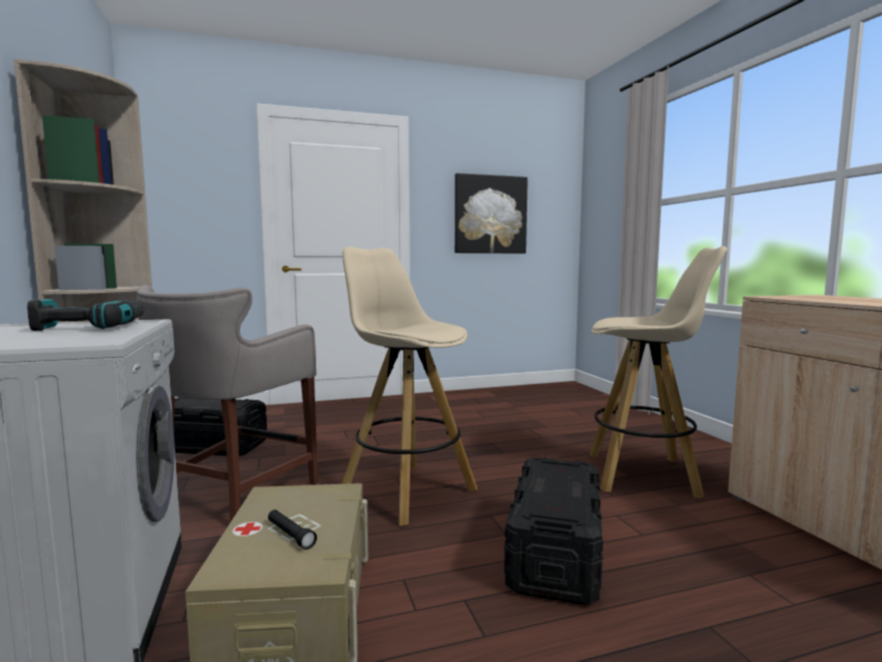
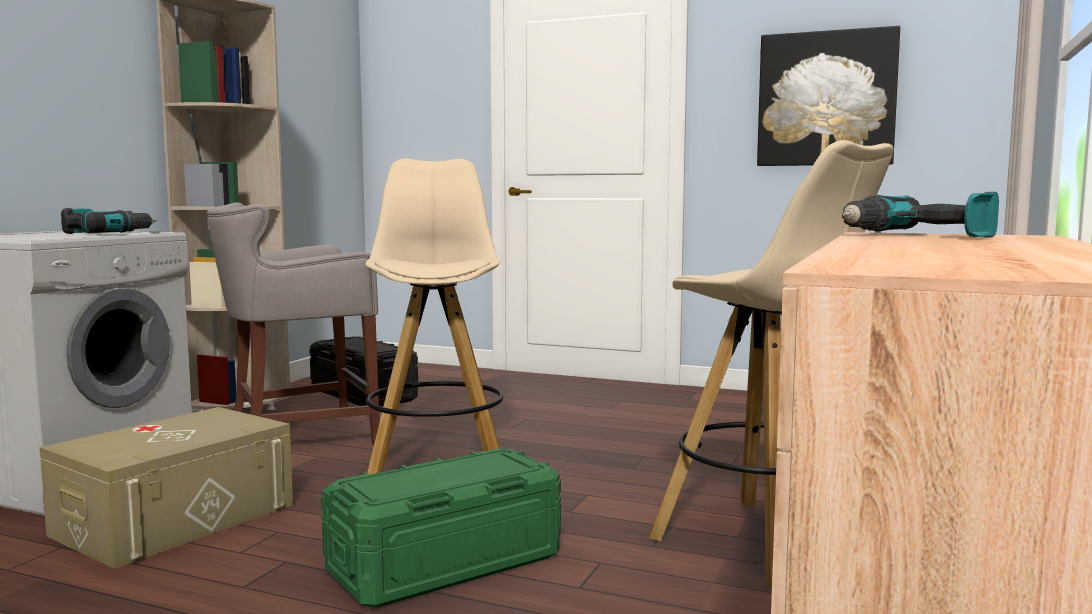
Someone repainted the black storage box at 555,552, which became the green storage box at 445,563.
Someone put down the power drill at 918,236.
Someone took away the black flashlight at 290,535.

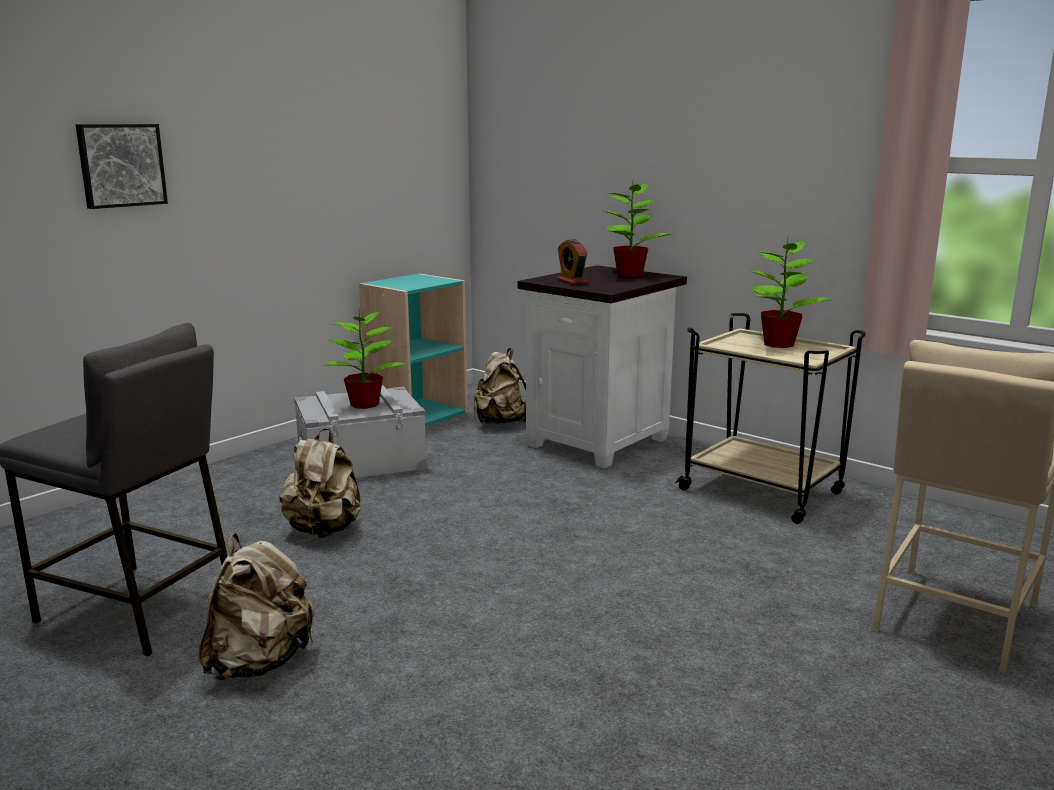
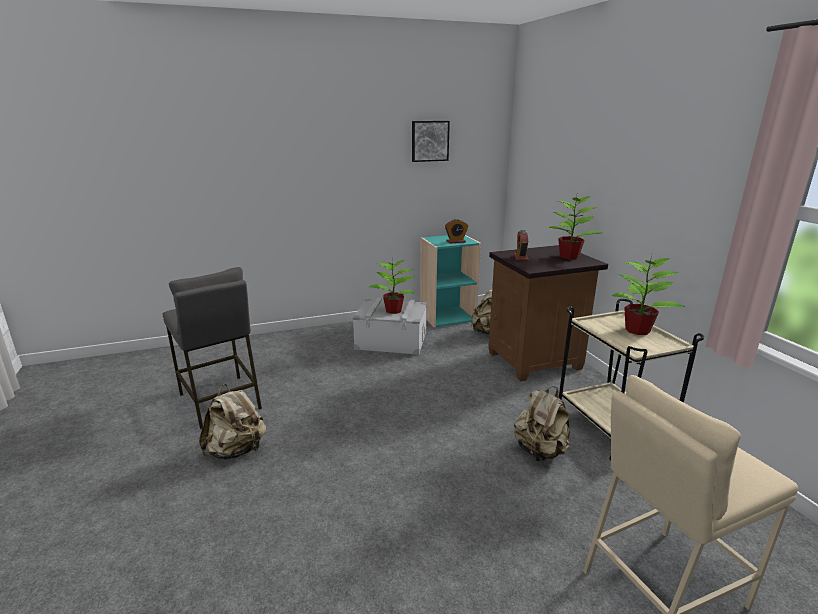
Someone carried the picture from 121,165 to 429,141.
Someone put down the alarm clock at 456,241.
Someone repainted the white cabinet at 600,441, which became the brown cabinet at 536,360.
Someone carried the beige backpack from 324,530 to 540,451.

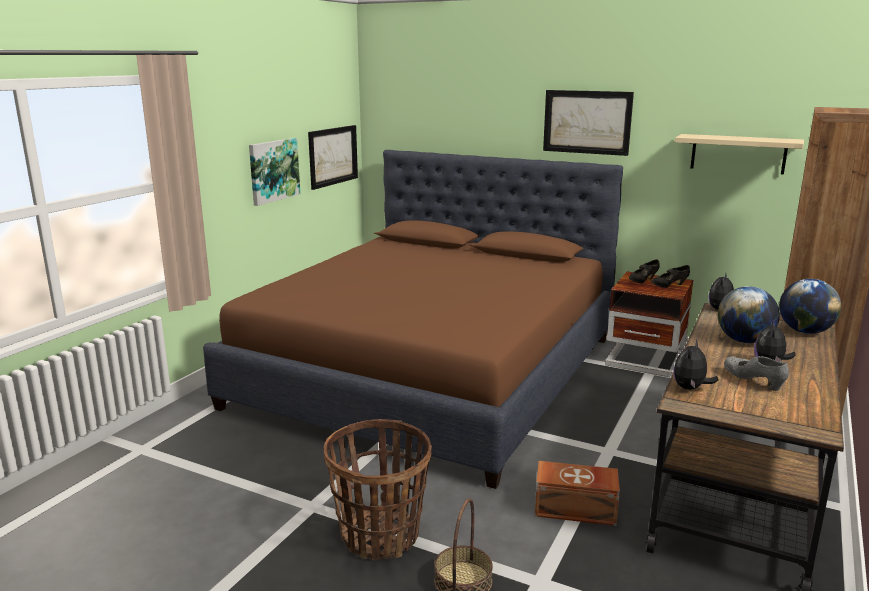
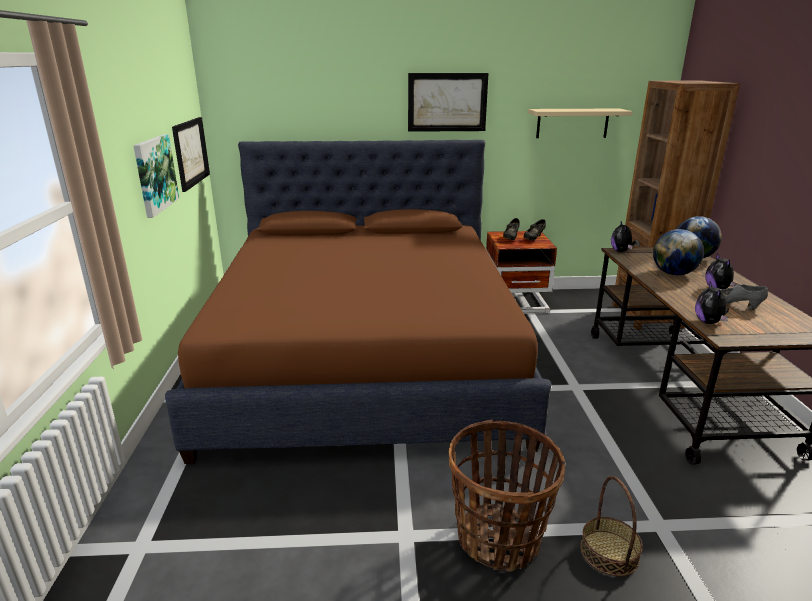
Someone took away the brown storage box at 576,510.

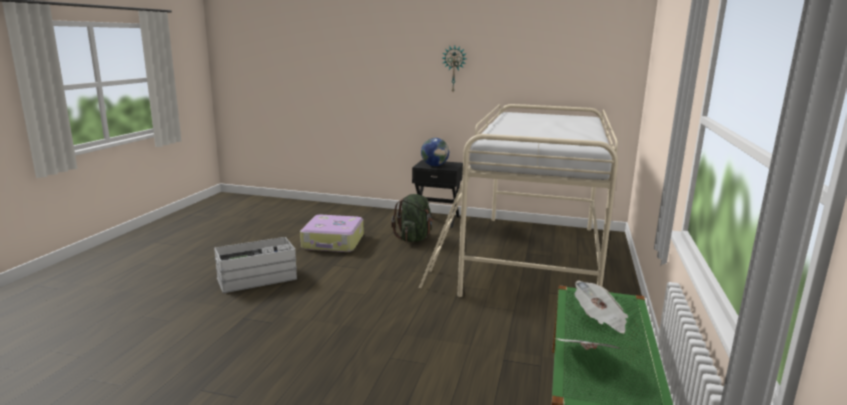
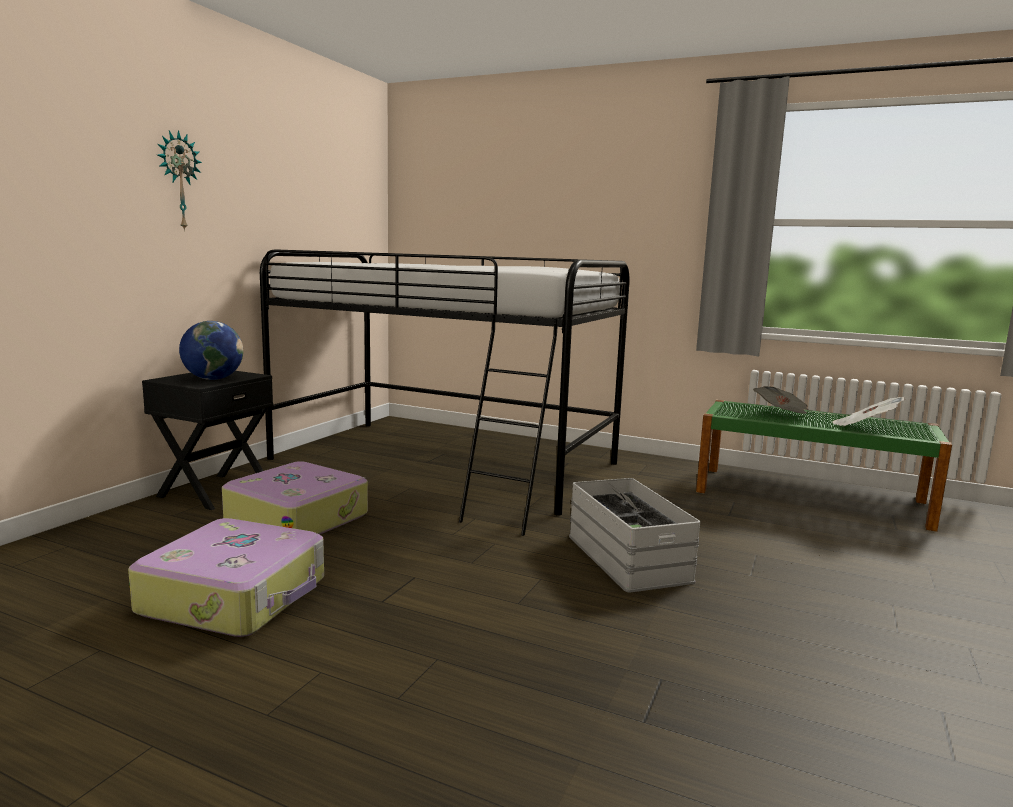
Someone swapped the green backpack at 414,238 for the suitcase at 298,517.
Someone repainted the beige bed at 531,258, which became the black bed at 446,463.
Someone carried the grey storage box from 257,278 to 626,557.

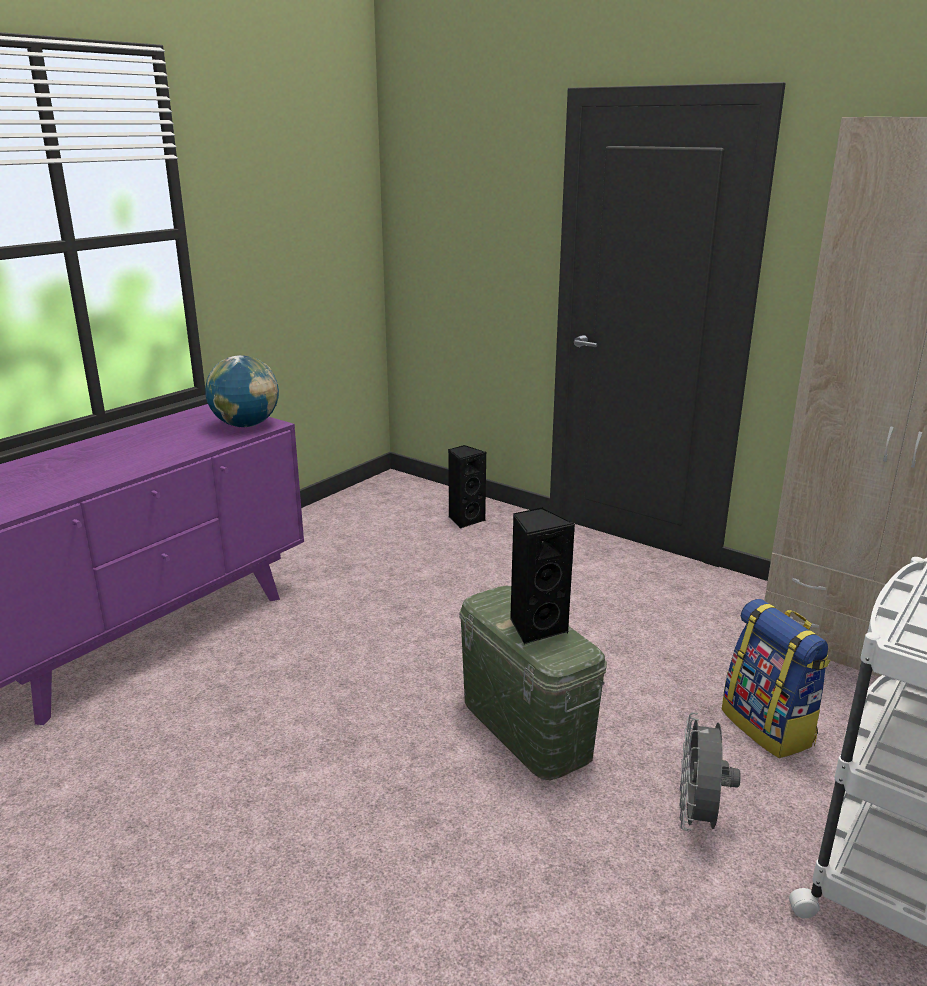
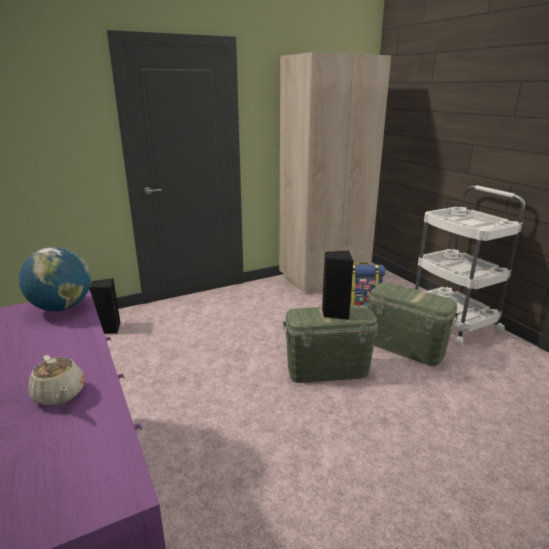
Someone put down the beige teapot at 59,394.
Someone swapped the grey fan at 698,818 for the green storage box at 406,347.

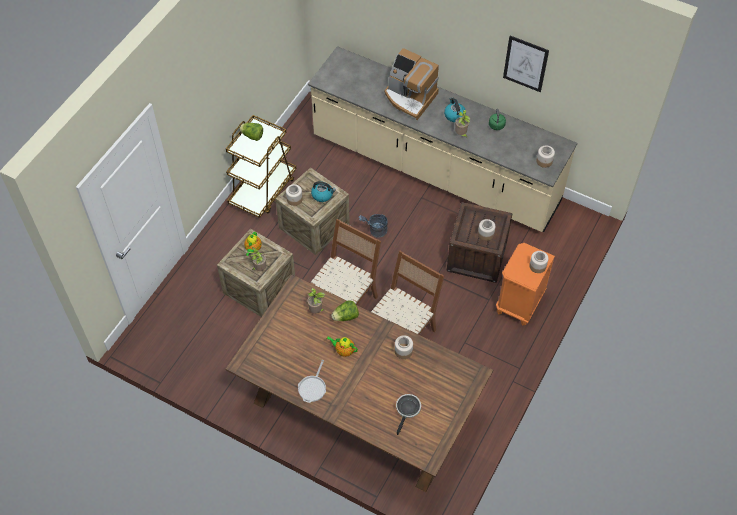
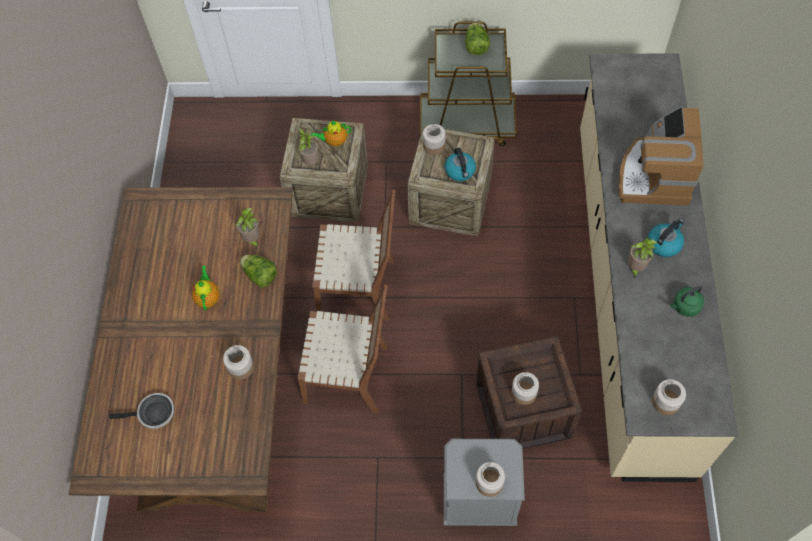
Someone repainted the orange nightstand at 519,304, which became the grey nightstand at 478,502.
Someone took away the frying pan at 313,387.
Someone took away the grey bucket at 375,231.
Someone took away the picture at 525,63.

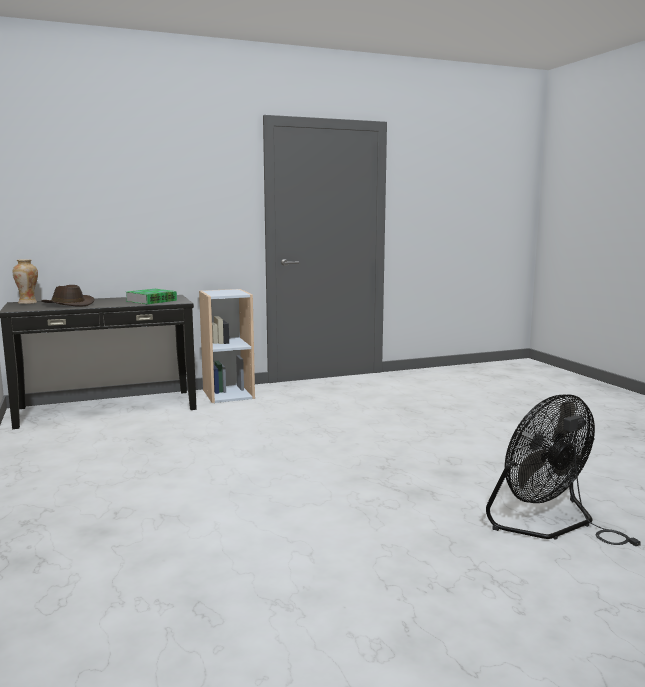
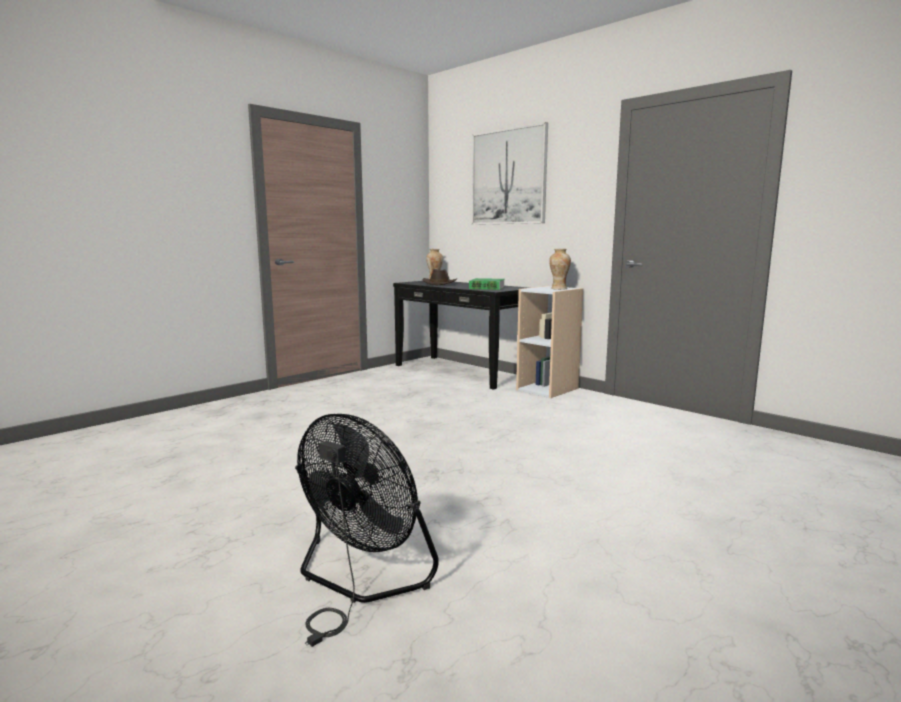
Someone put up the picture at 508,177.
Someone put down the vase at 559,289.

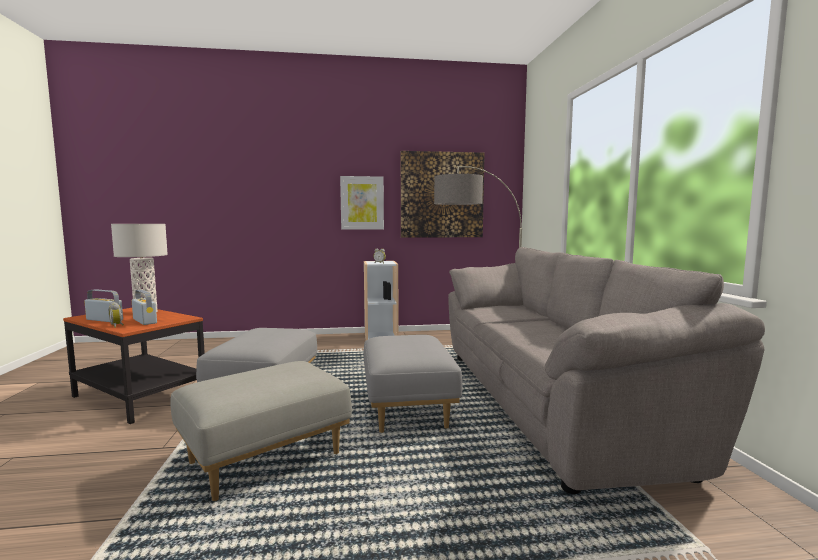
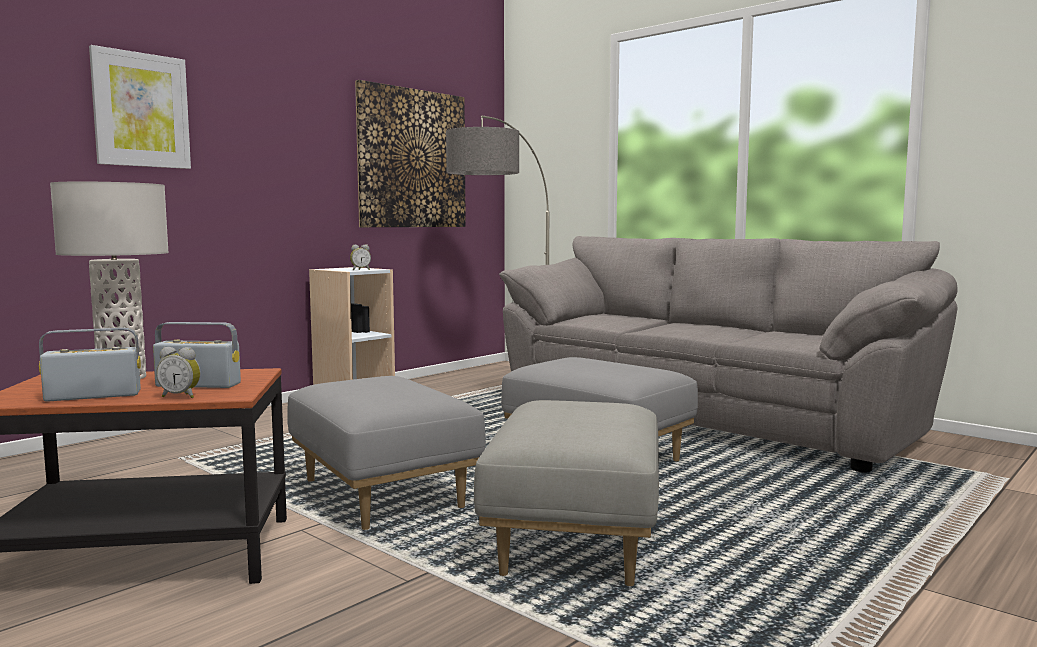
Someone carried the picture from 362,203 to 141,110.

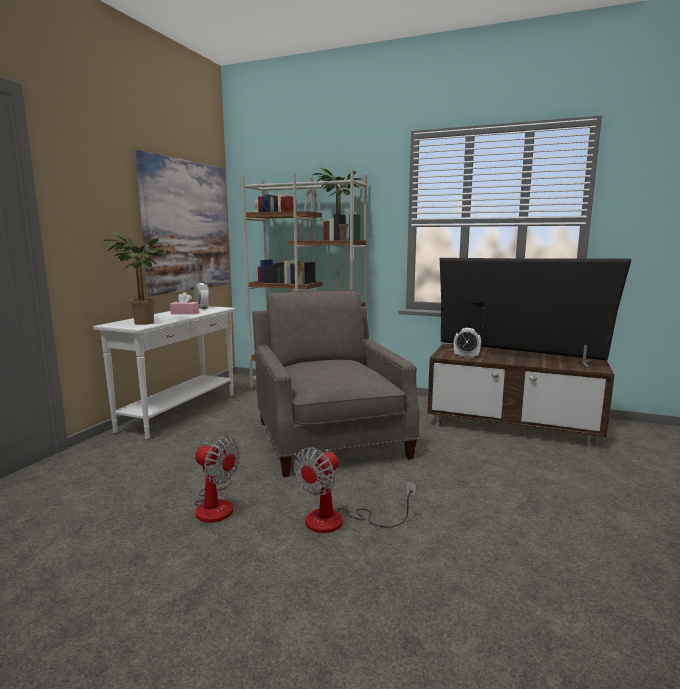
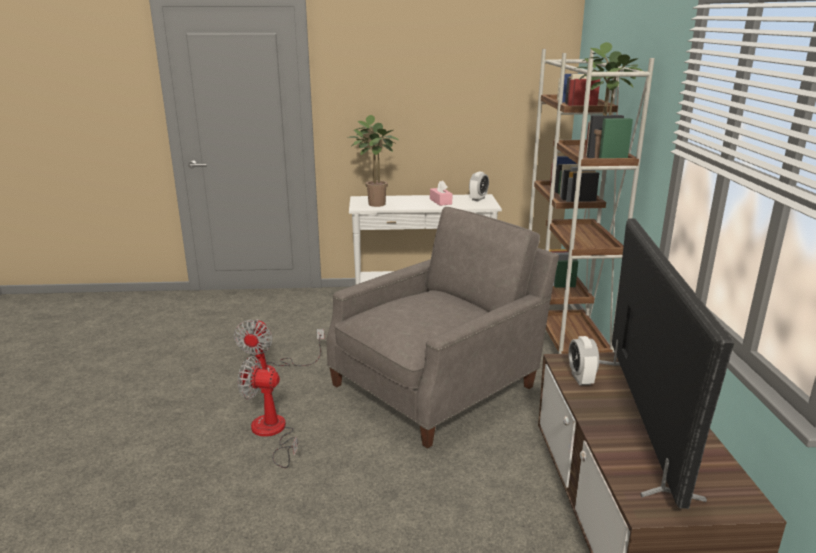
Someone took away the picture at 187,226.

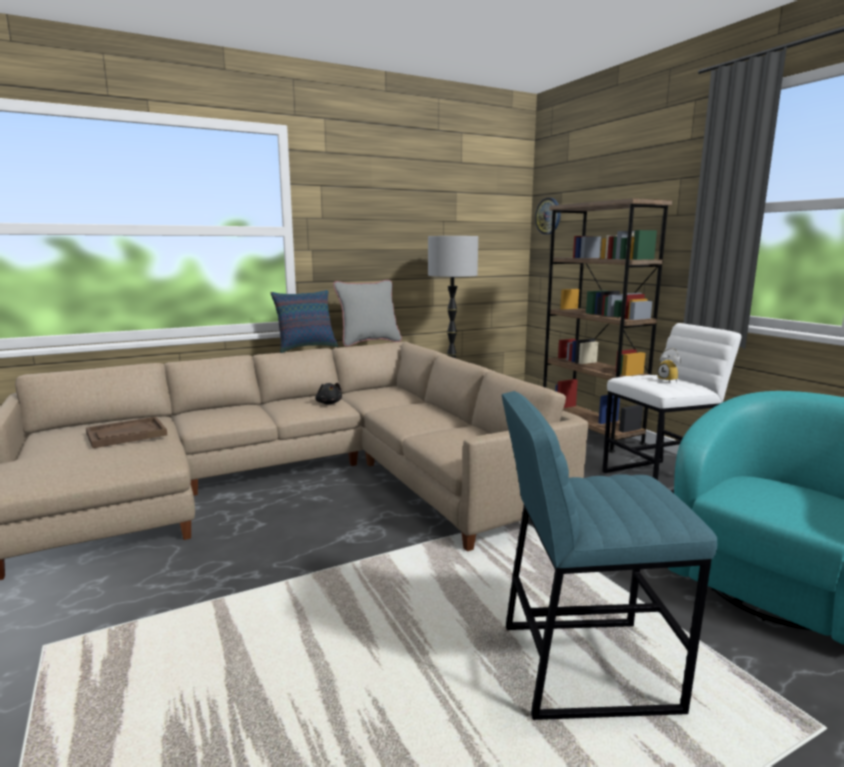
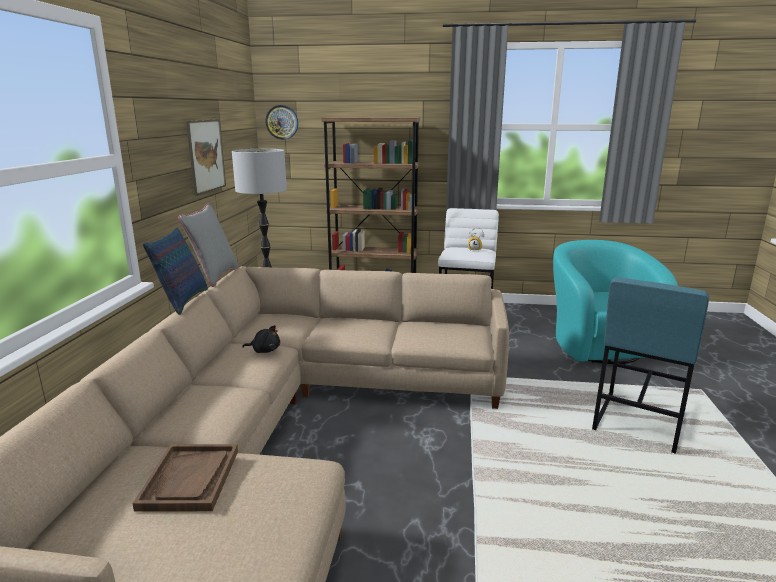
Someone put up the picture at 206,156.

